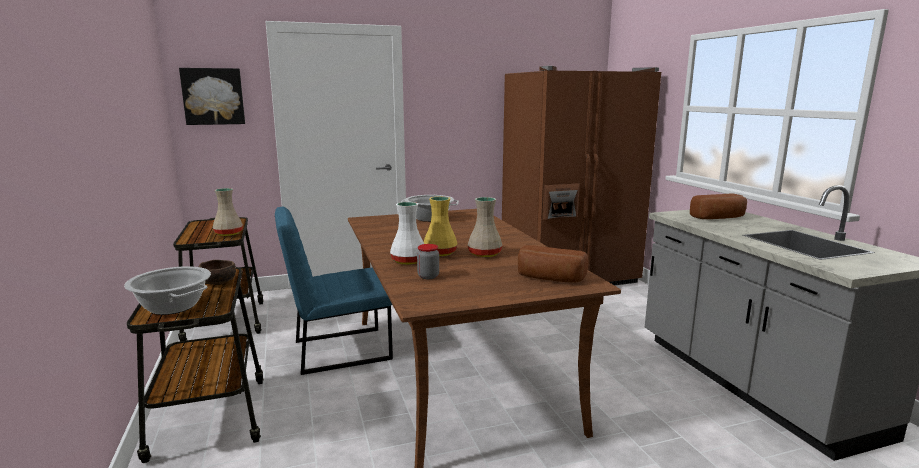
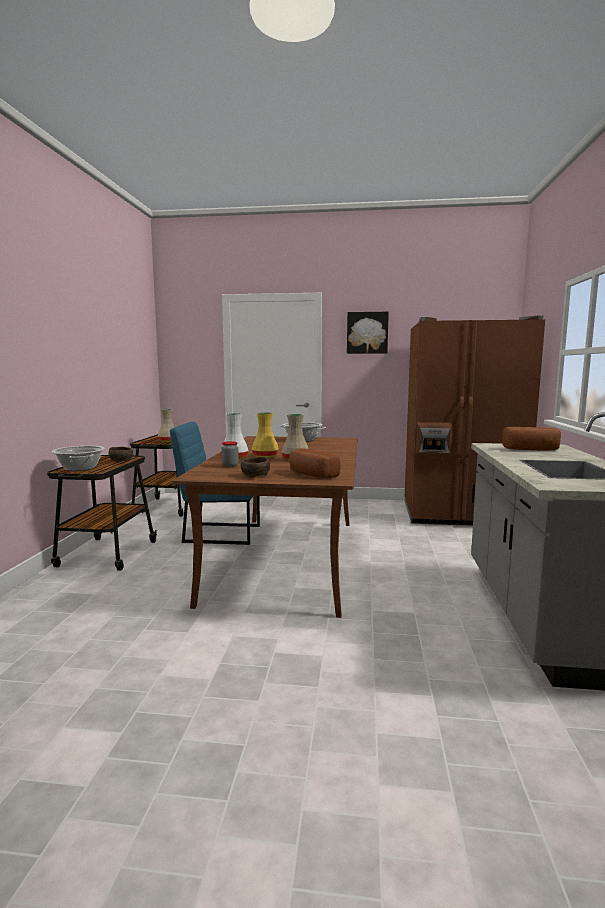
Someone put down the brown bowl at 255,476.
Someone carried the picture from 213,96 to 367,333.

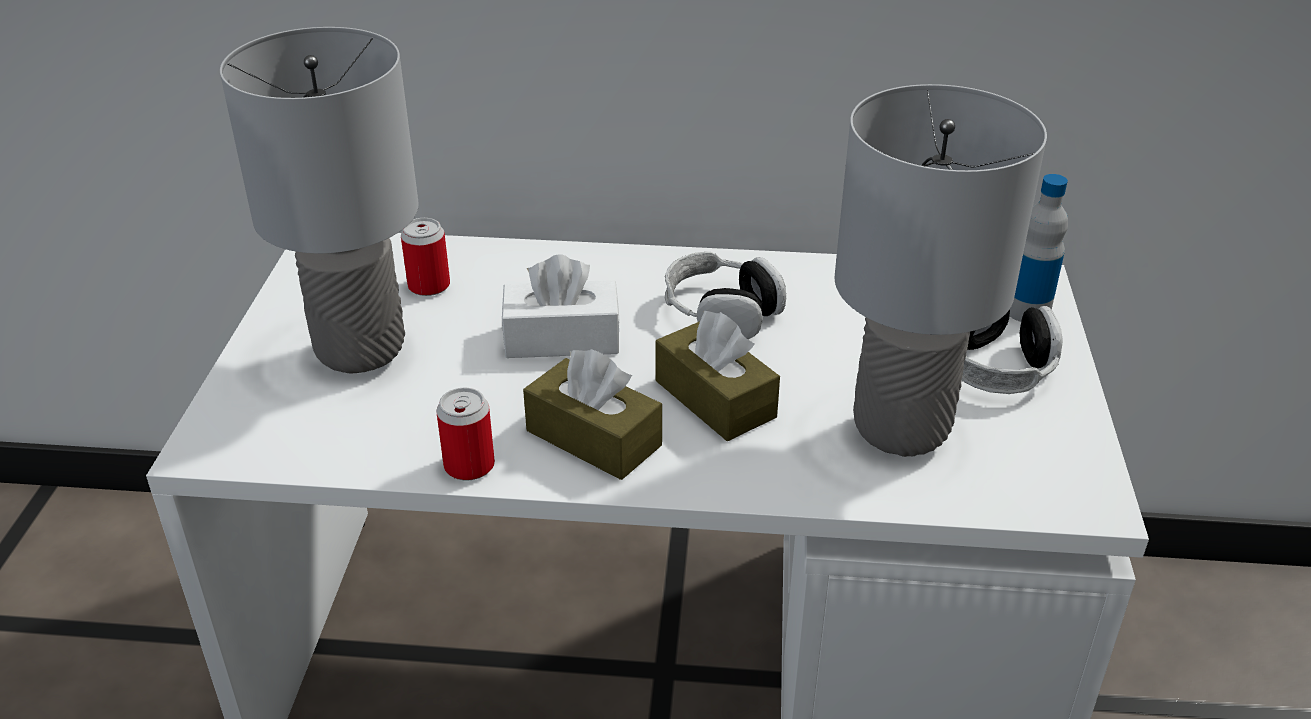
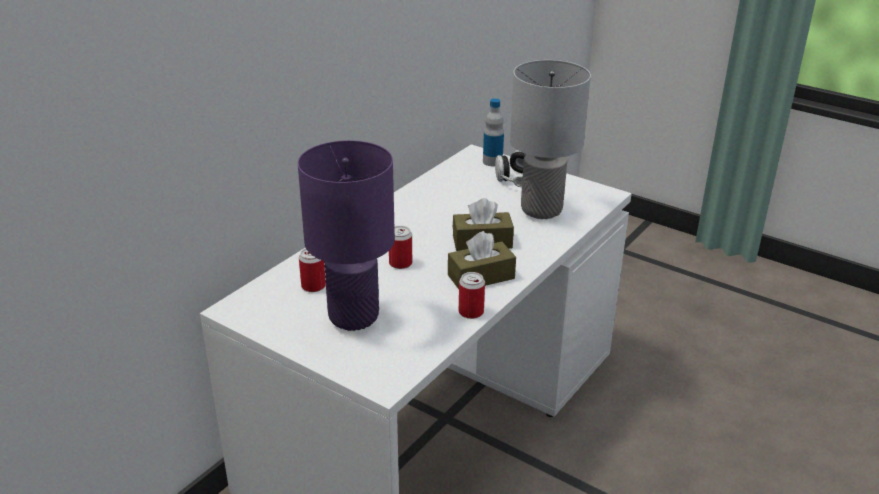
Someone repainted the grey table lamp at 363,355, which became the purple table lamp at 354,320.
Someone swapped the white tissue box at 562,339 for the can at 400,263.
Someone took away the headphones at 721,312.

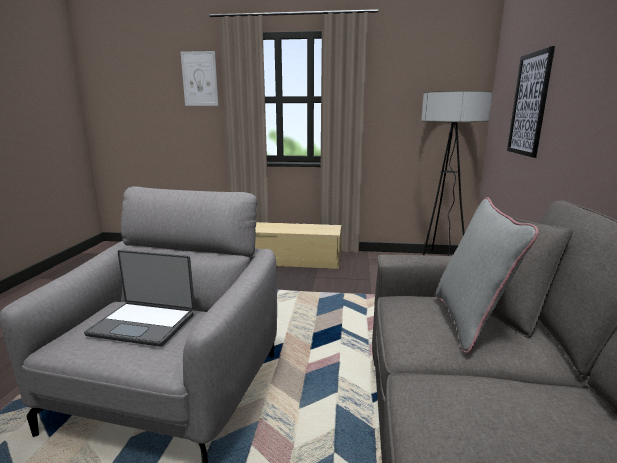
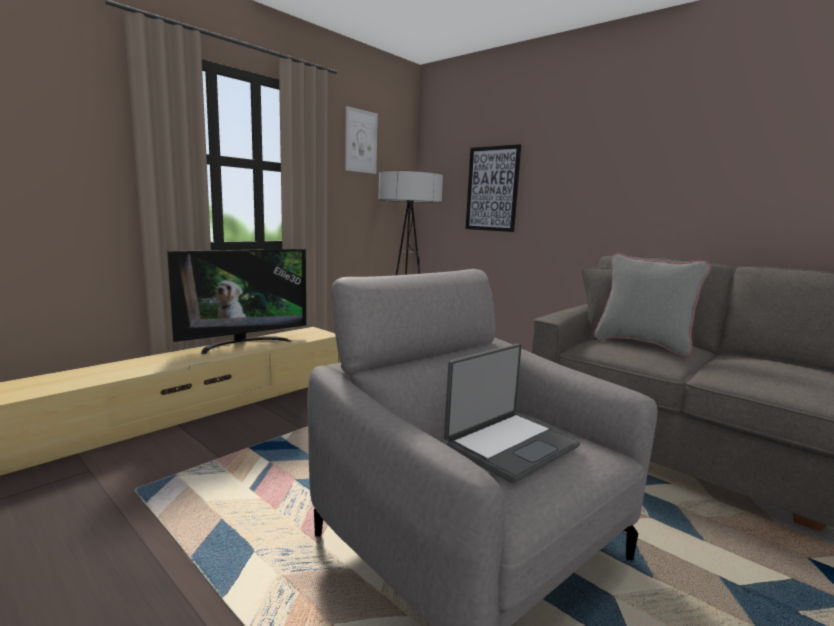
Someone put down the television at 243,344.
Someone carried the picture from 199,79 to 361,141.

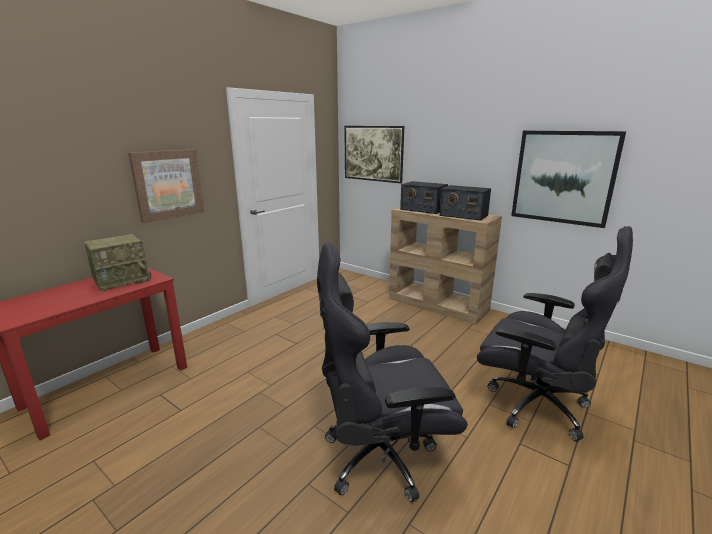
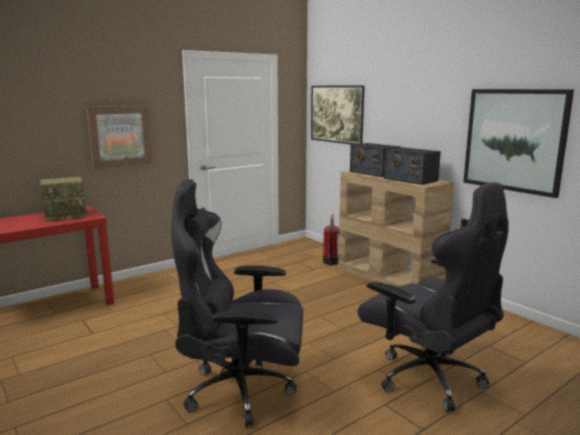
Someone put down the fire extinguisher at 331,262.

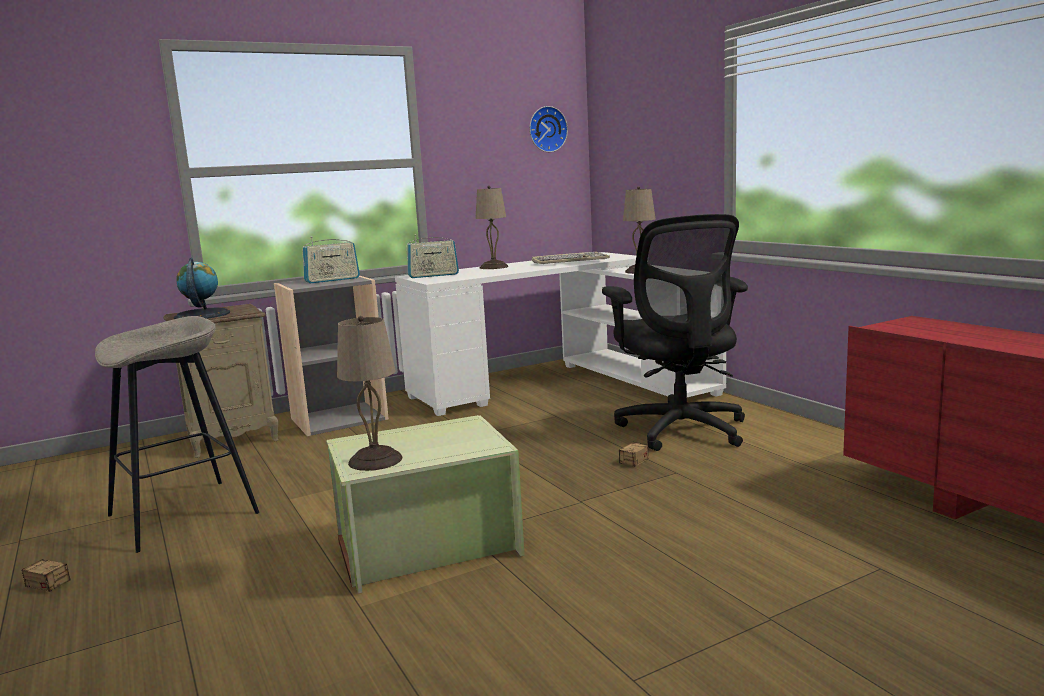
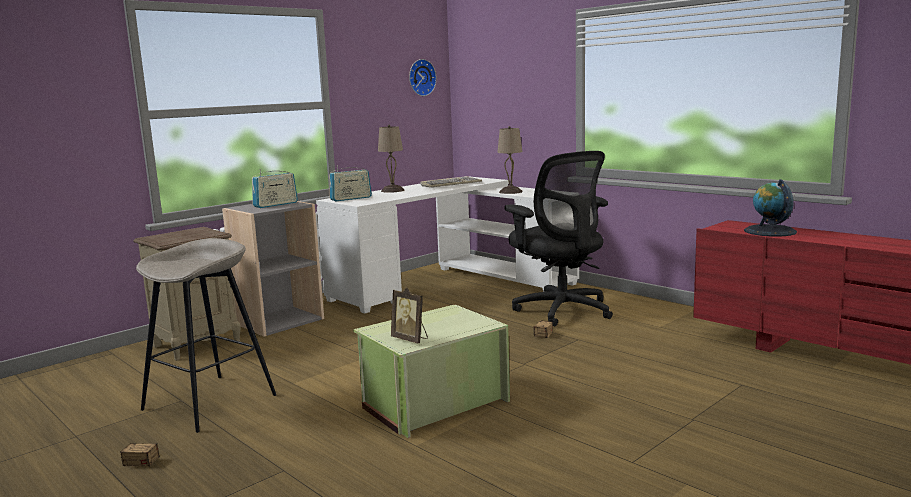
Someone swapped the beige table lamp at 376,460 for the picture frame at 411,339.
Someone carried the globe from 202,315 to 769,231.

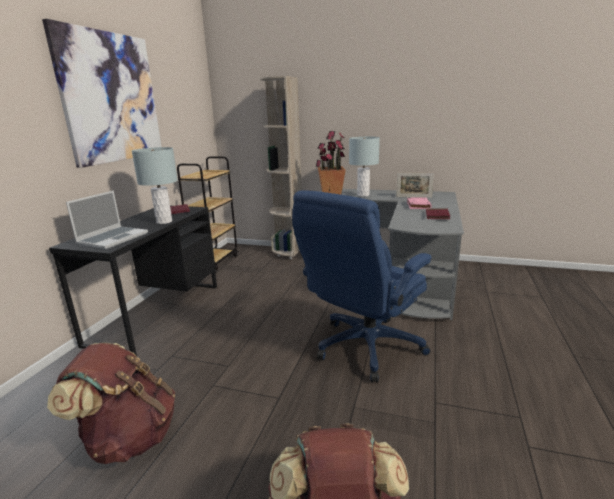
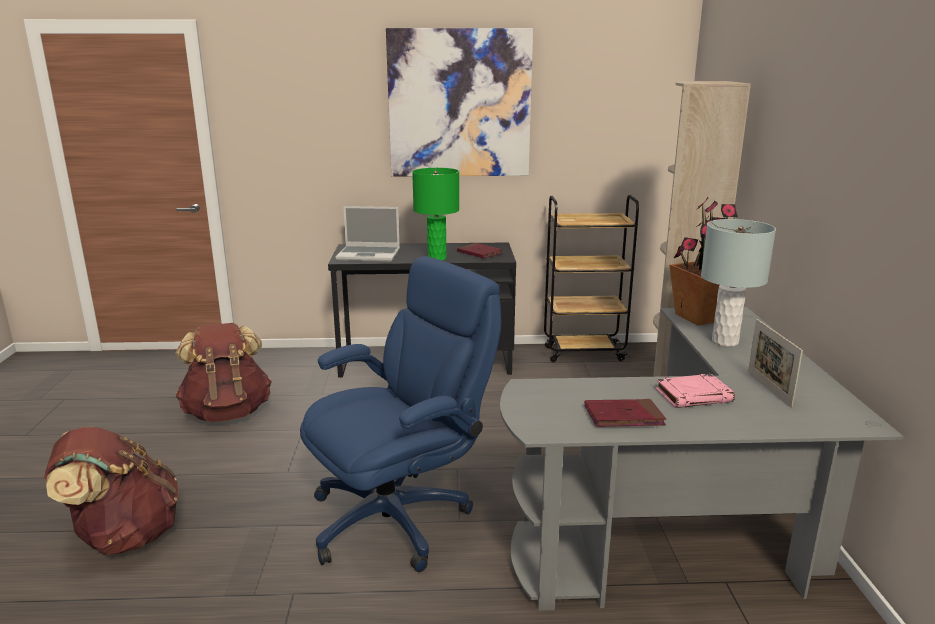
Someone rotated the blue office chair at 363,350 by 120 degrees clockwise.
Someone repainted the grey table lamp at 164,222, which became the green table lamp at 436,258.

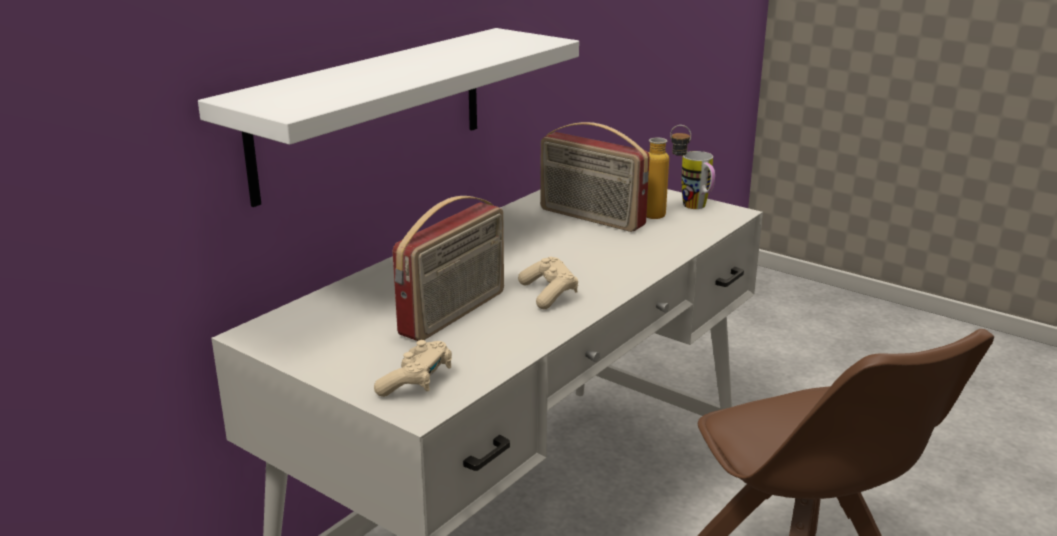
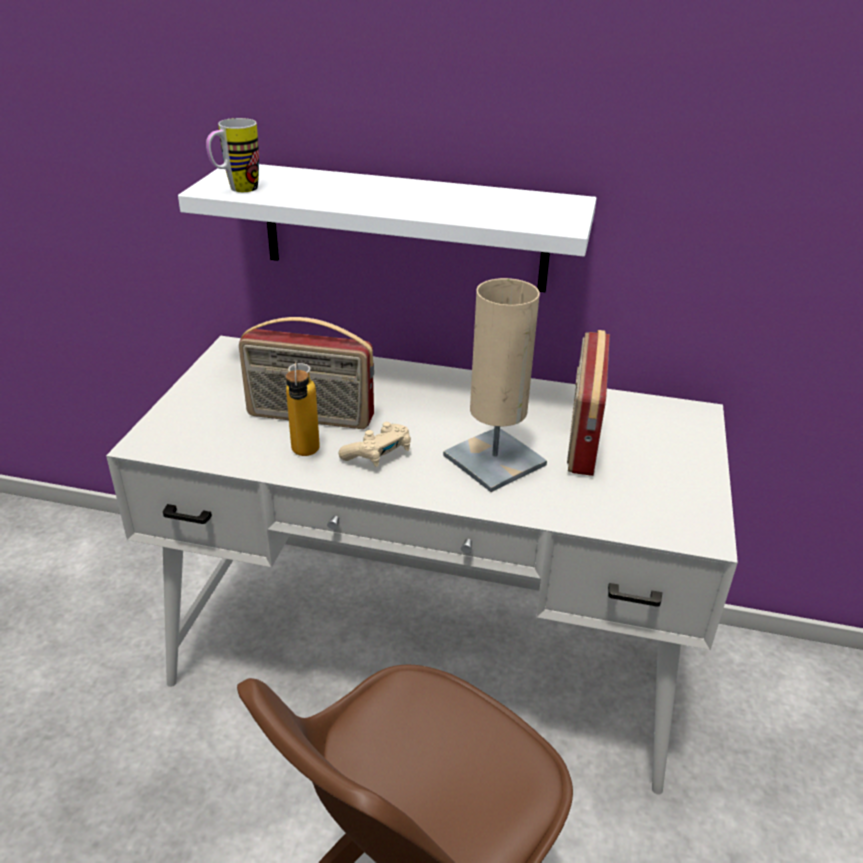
Someone carried the mug from 698,208 to 236,190.
Someone carried the bottle from 663,216 to 305,456.
Someone put down the beige table lamp at 494,460.
Someone took away the beige game controller at 416,382.

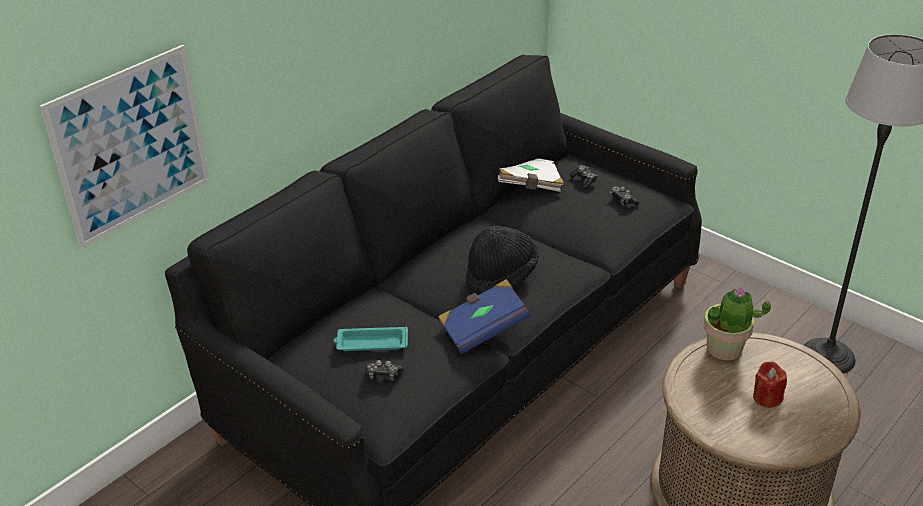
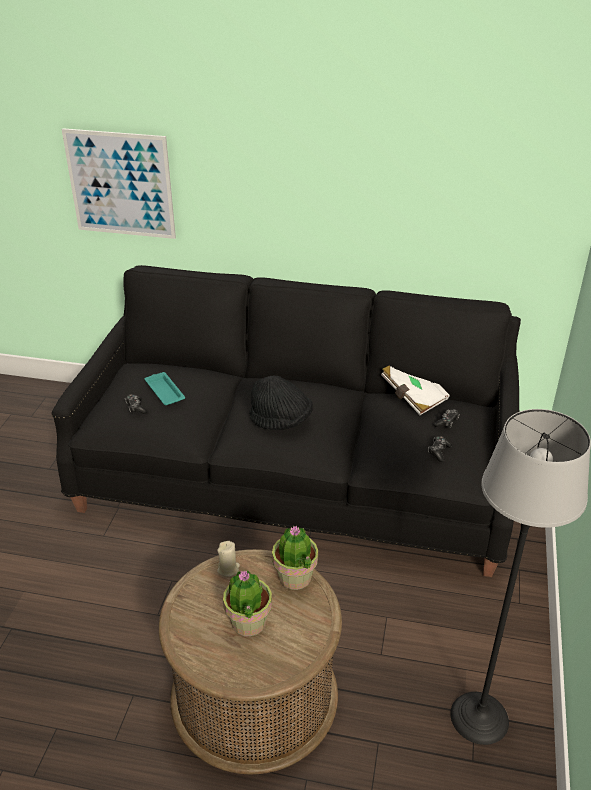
Someone put down the beige candle at 228,569.
Someone swapped the red candle at 767,398 for the potted plant at 248,622.
Someone took away the blue book at 483,329.

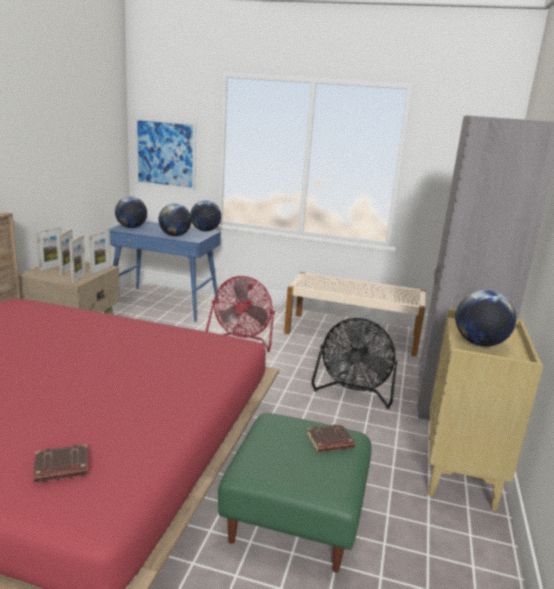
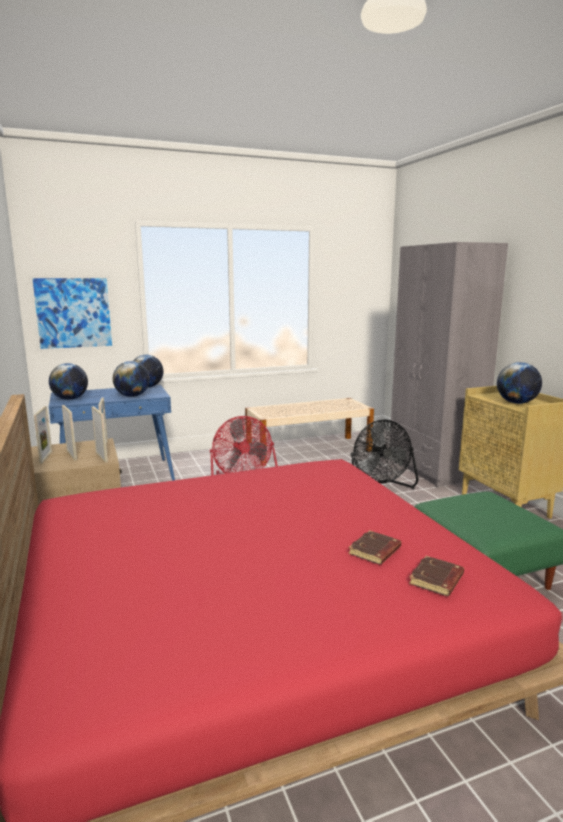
Someone carried the brown book from 329,442 to 375,552.

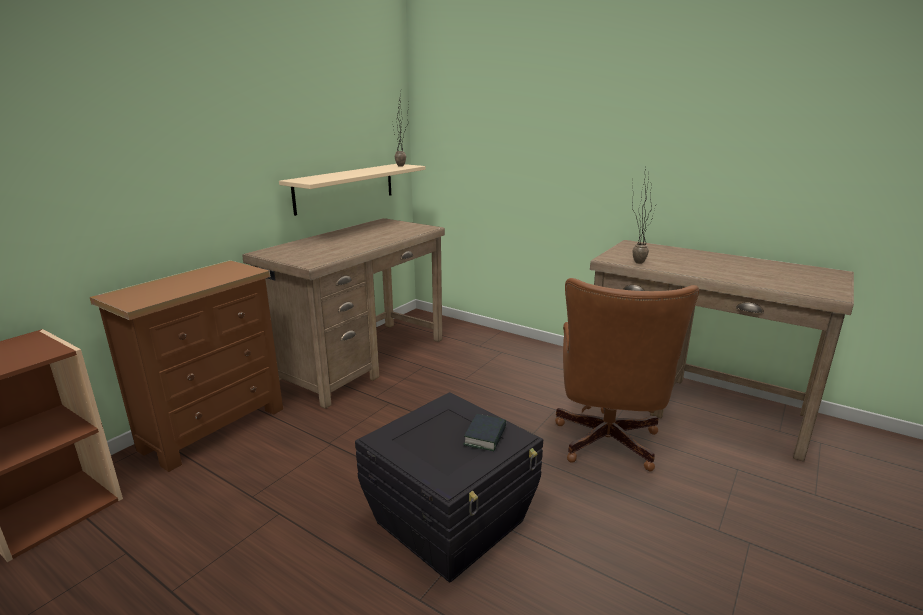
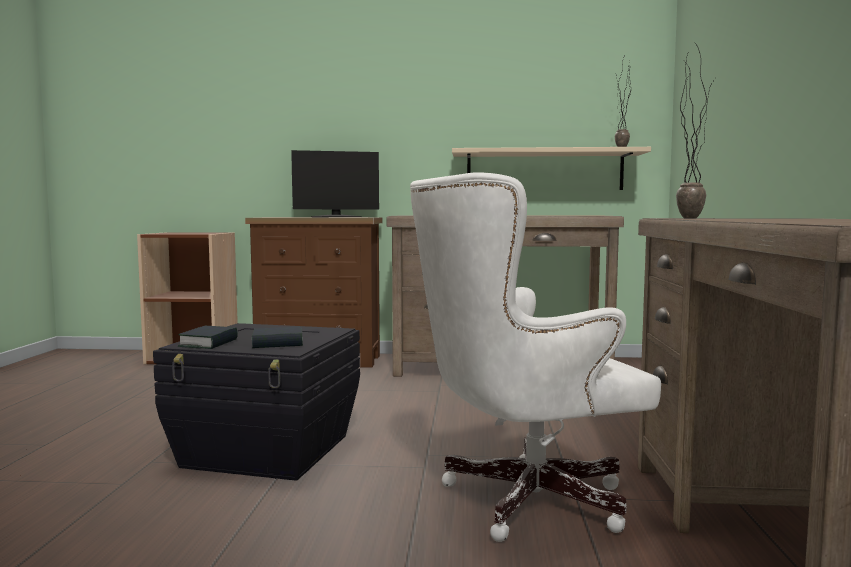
Someone put down the book at 209,343.
Someone put down the monitor at 336,217.
Someone repainted the brown office chair at 607,445, which became the white office chair at 523,502.

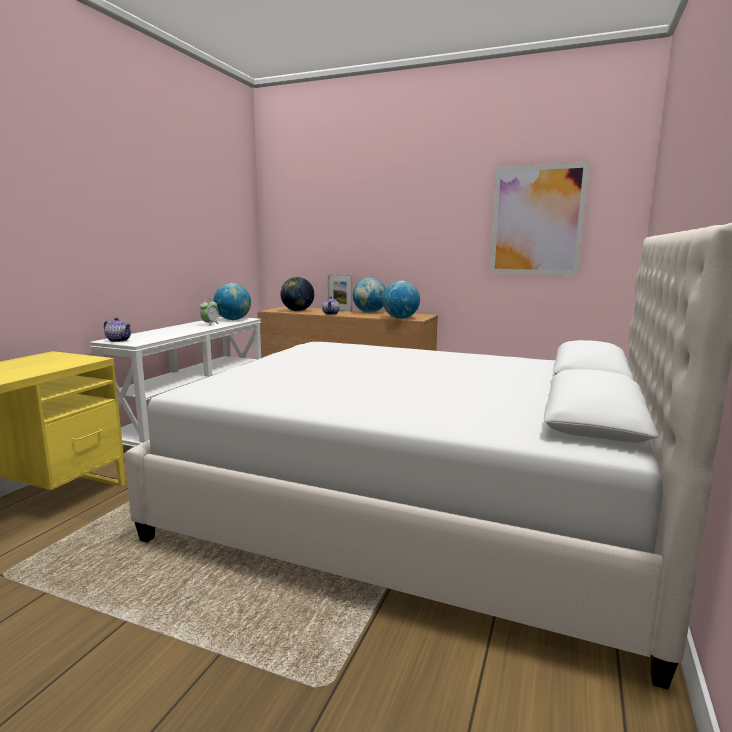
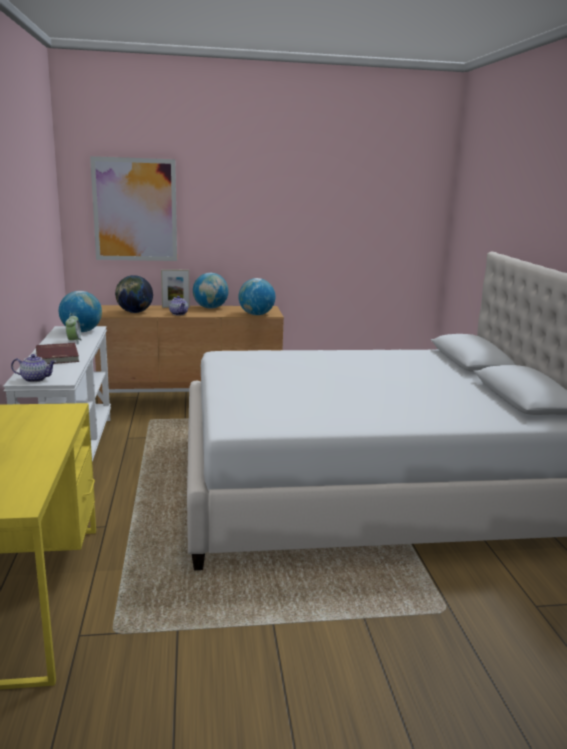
Someone put down the red book at 58,356.
Someone carried the picture from 537,220 to 135,210.

